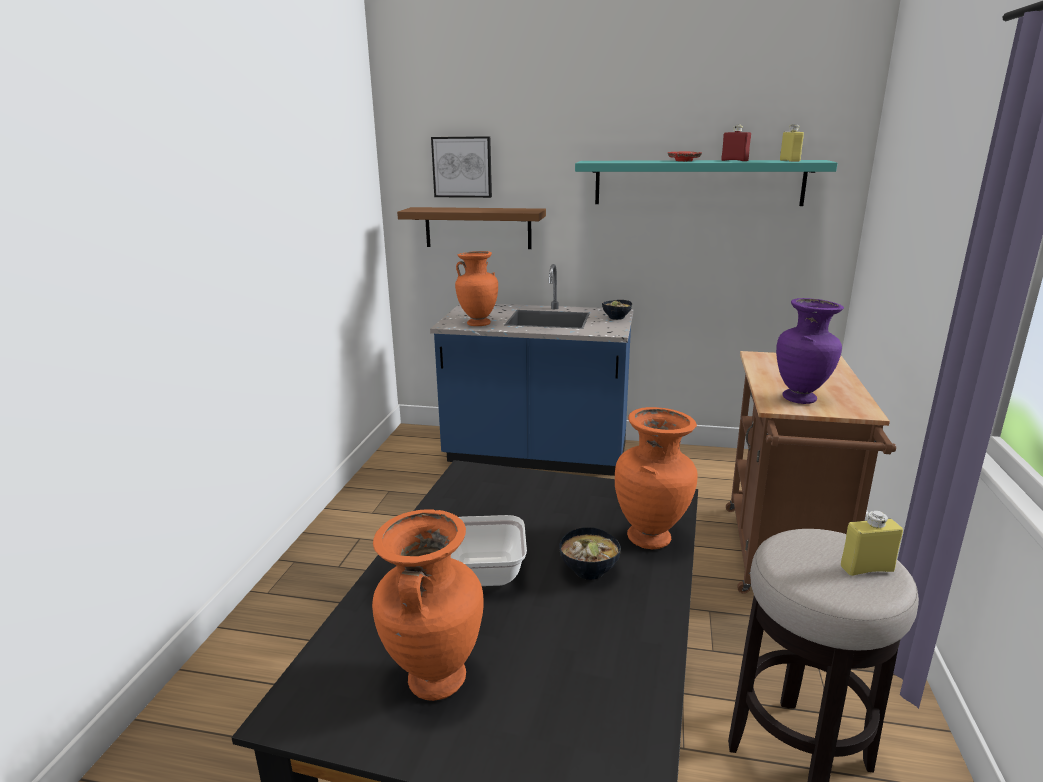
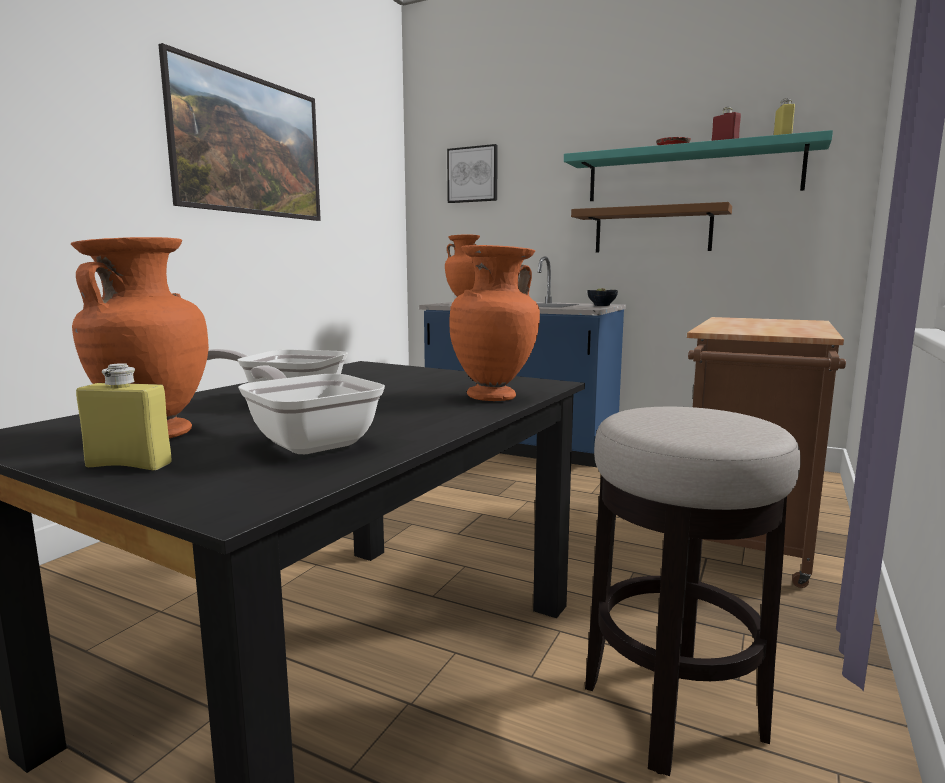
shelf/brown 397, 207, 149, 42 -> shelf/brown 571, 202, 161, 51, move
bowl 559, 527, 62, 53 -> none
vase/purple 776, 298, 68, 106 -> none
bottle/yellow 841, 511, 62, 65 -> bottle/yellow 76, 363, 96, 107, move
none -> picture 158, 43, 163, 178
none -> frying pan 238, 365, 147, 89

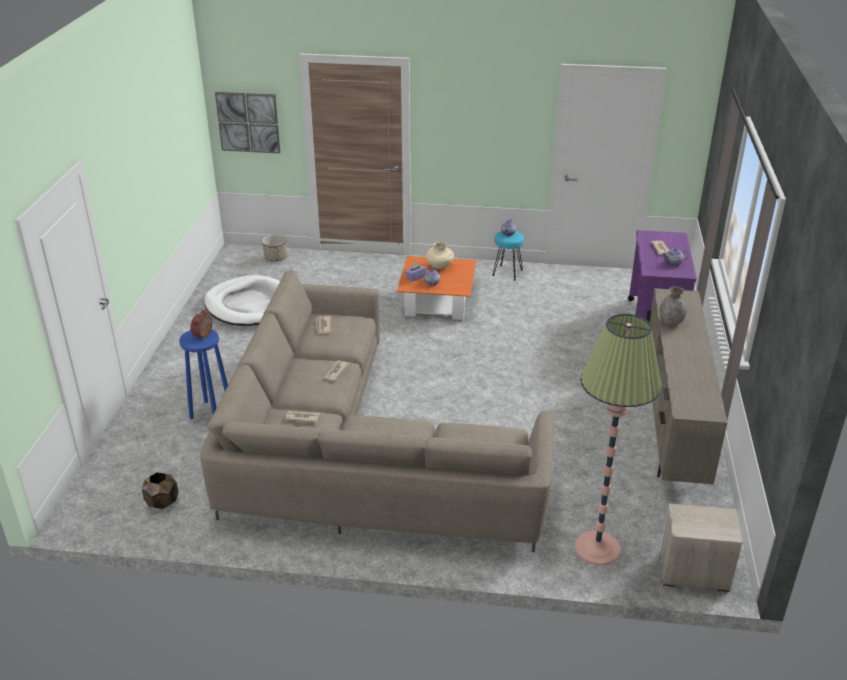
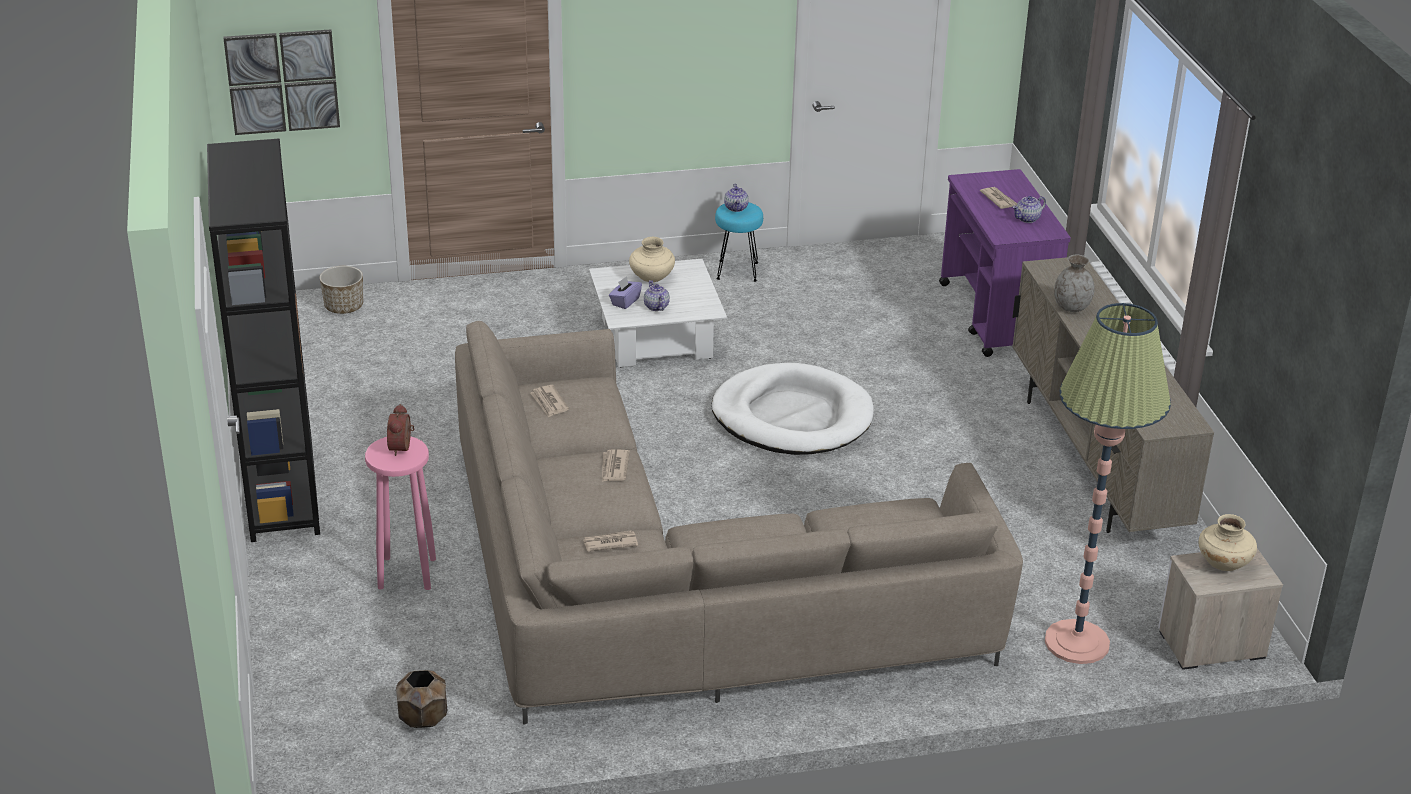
stool/blue 179, 329, 49, 90 -> stool/pink 365, 436, 71, 154
dog bed/white 204, 275, 76, 51 -> dog bed/white 711, 363, 163, 92, move
coffee table/orange 397, 256, 79, 64 -> coffee table/white 589, 259, 138, 109
none -> bookcase/black 207, 138, 113, 404
none -> vase/beige 1198, 514, 59, 57

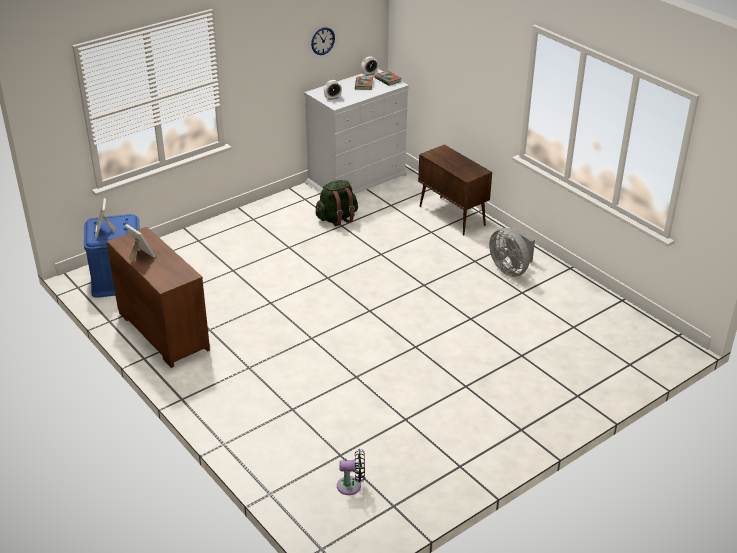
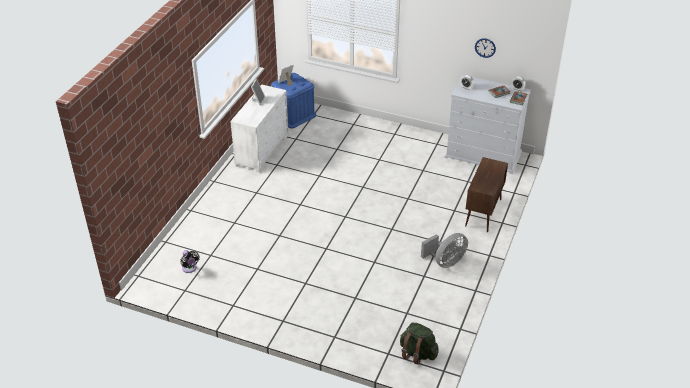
dresser/brown 107, 227, 103, 141 -> dresser/white 230, 85, 58, 88
backpack/green 315, 180, 43, 46 -> backpack/green 400, 322, 39, 43, move
fan/grey 489, 228, 46, 49 -> fan/grey 421, 233, 47, 35, 150 degrees counterclockwise

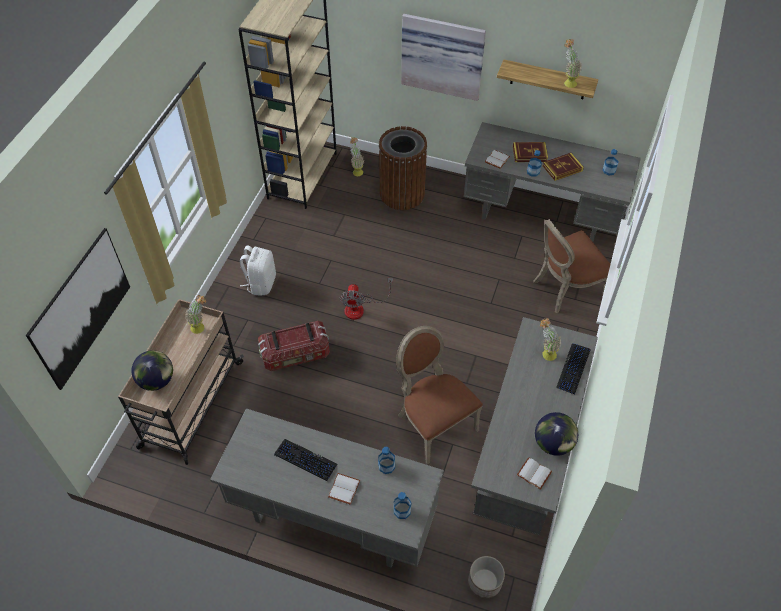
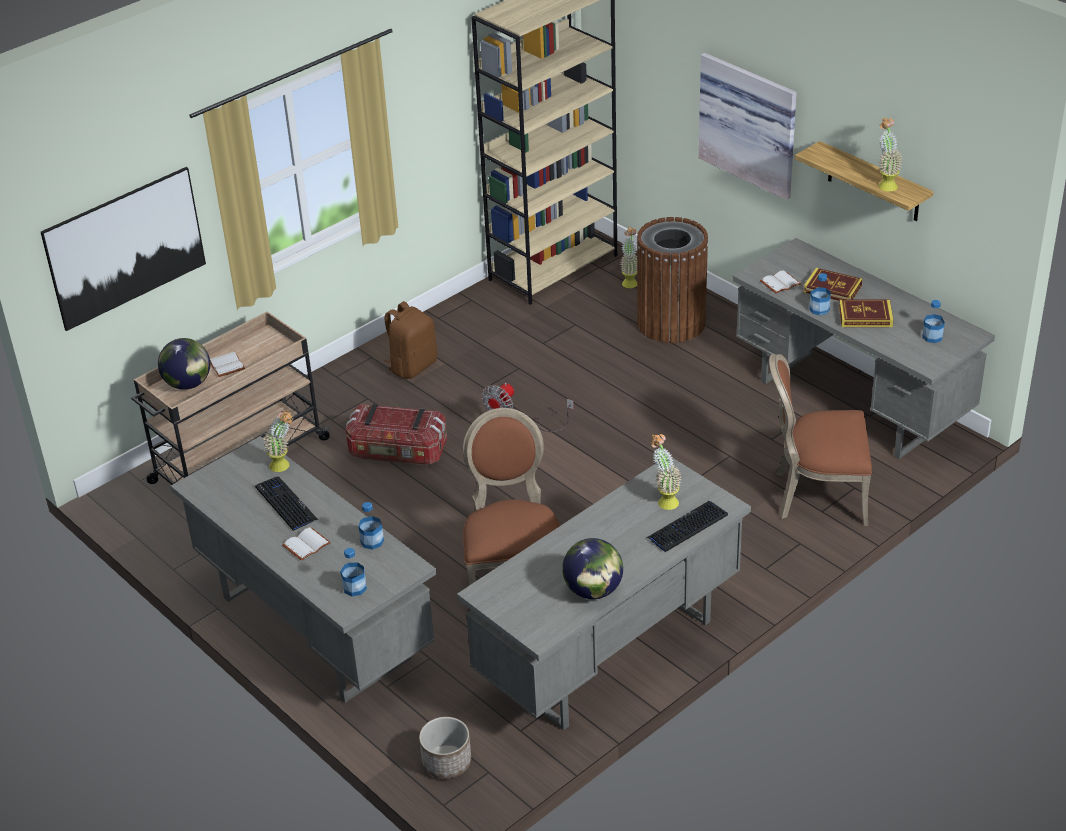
potted plant 185, 295, 21, 39 -> potted plant 263, 410, 30, 62, move
backpack/white 240, 245, 36, 51 -> backpack/brown 384, 301, 53, 78
book/white 517, 457, 35, 33 -> book/white 210, 352, 35, 25, move

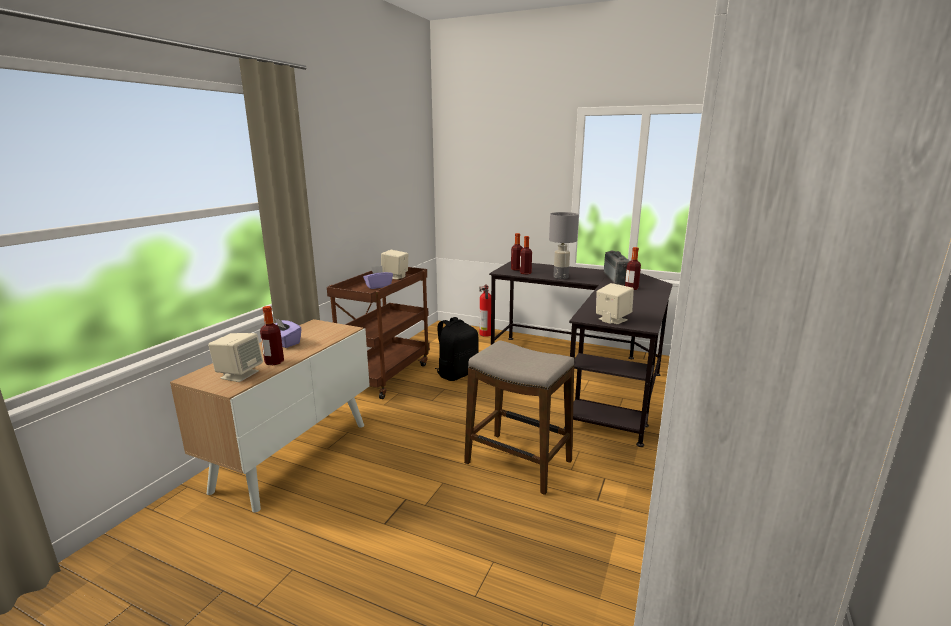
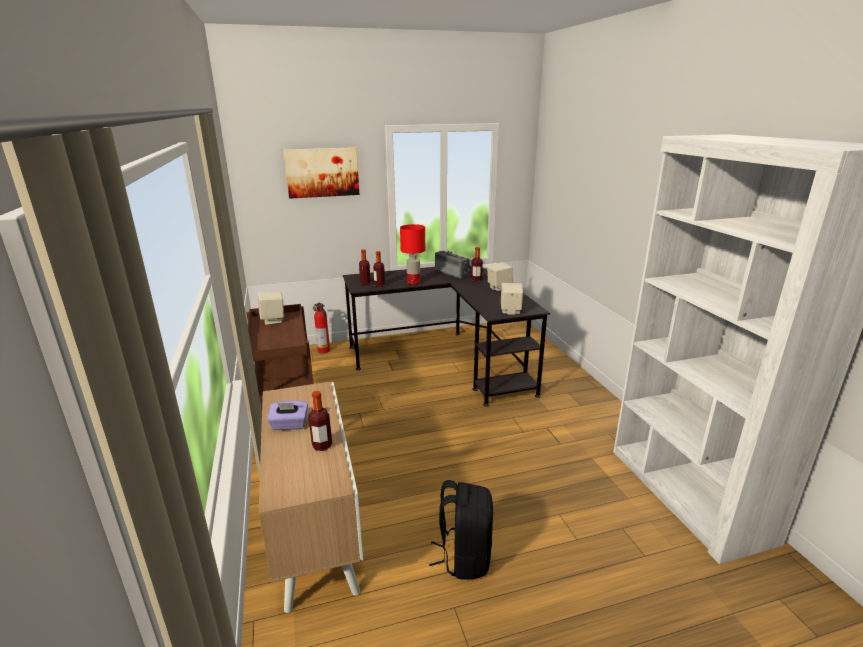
speaker/beige 208, 333, 55, 49 -> speaker/beige 487, 262, 26, 29, move
tissue box/purple 363, 266, 30, 23 -> none
backpack/black 435, 317, 44, 64 -> backpack/black 429, 480, 64, 100, move
stool 464, 340, 110, 155 -> none
table lamp/grey 549, 212, 30, 67 -> table lamp/red 400, 224, 25, 61
none -> picture 283, 147, 76, 52

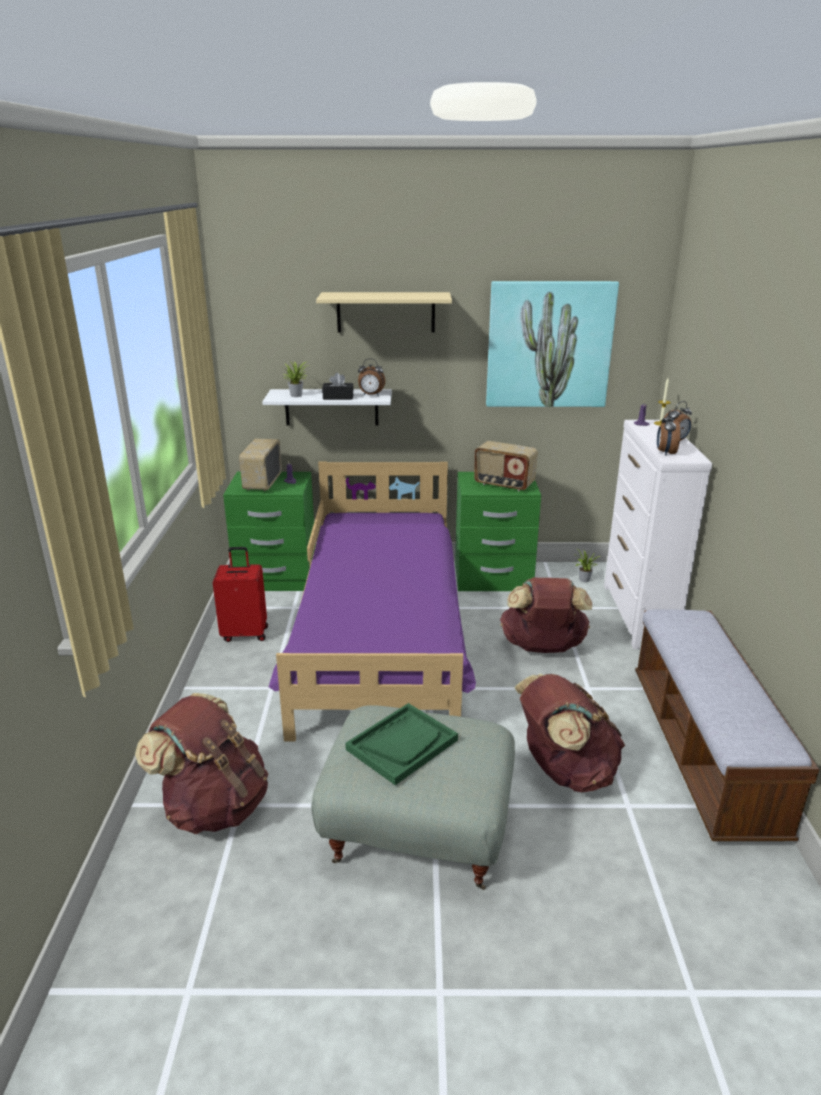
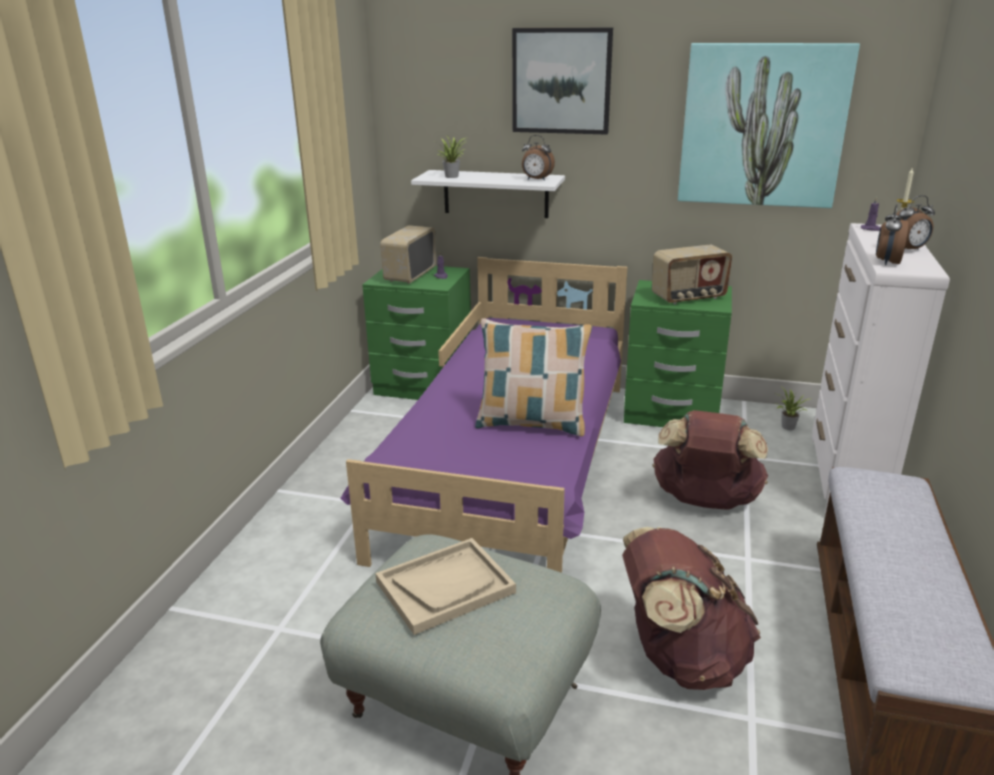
backpack/brown 135, 693, 133, 141 -> none
suitcase/red 213, 547, 55, 95 -> none
shelf/beige 316, 292, 136, 40 -> picture 512, 28, 101, 107
tissue box/black 322, 373, 32, 27 -> none
tray/green 345, 703, 113, 82 -> tray/beige 375, 538, 141, 97
radio 474, 441, 64, 50 -> radio 652, 245, 80, 60, 60 degrees counterclockwise
none -> pillow 475, 318, 117, 118

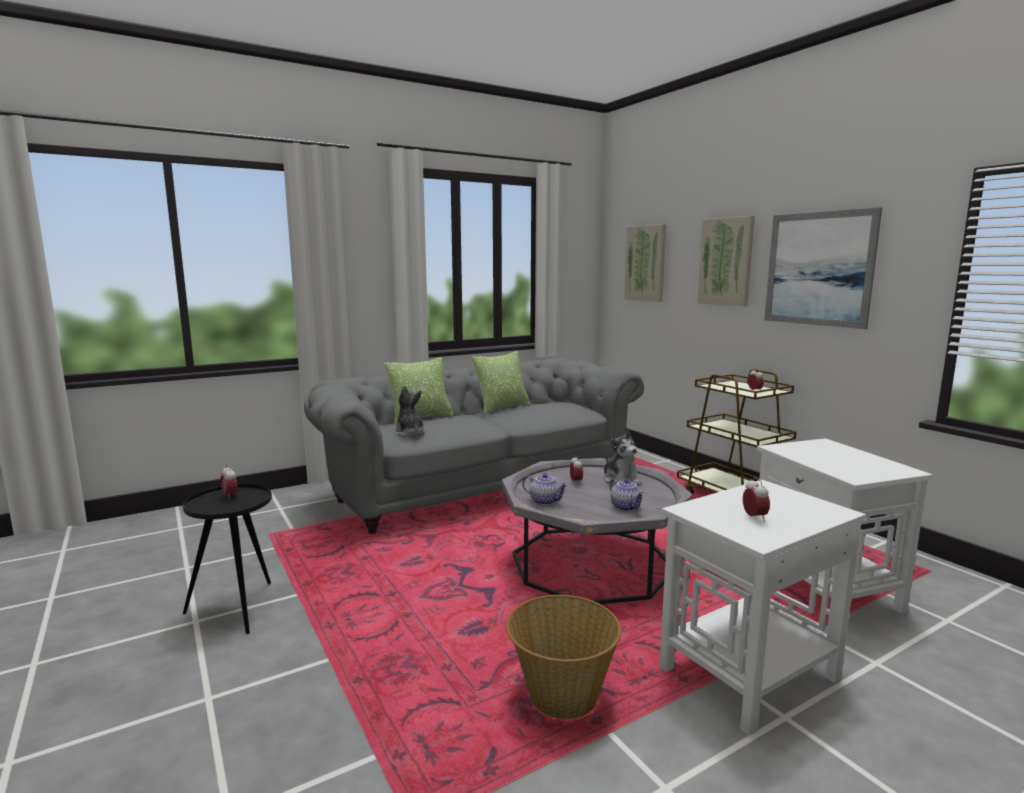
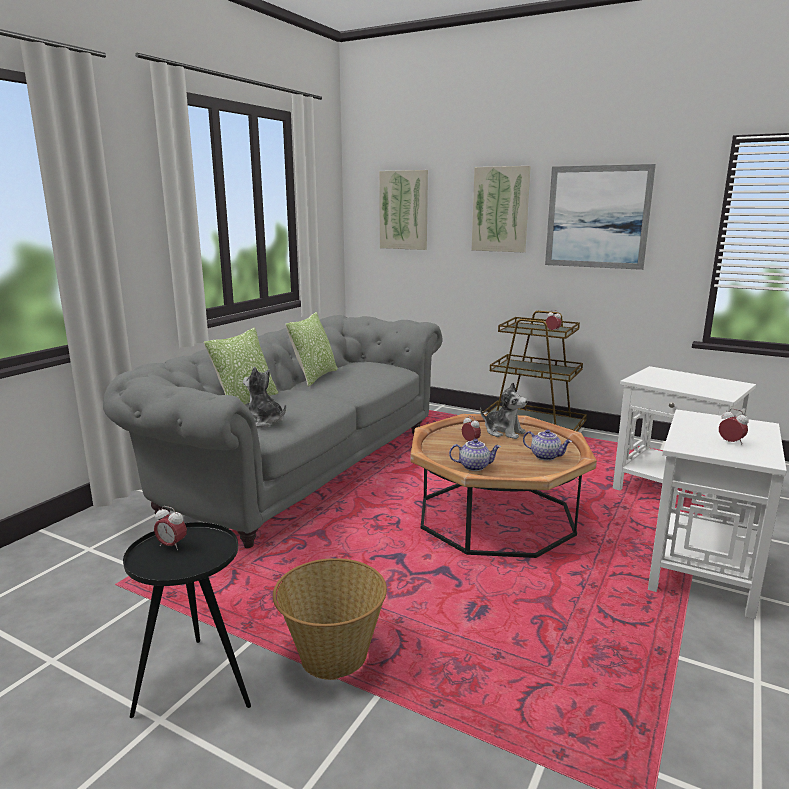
coffee table/grey 502, 458, 191, 146 -> coffee table/brown 410, 414, 187, 144
basket 506, 595, 115, 124 -> basket 273, 558, 114, 122, move

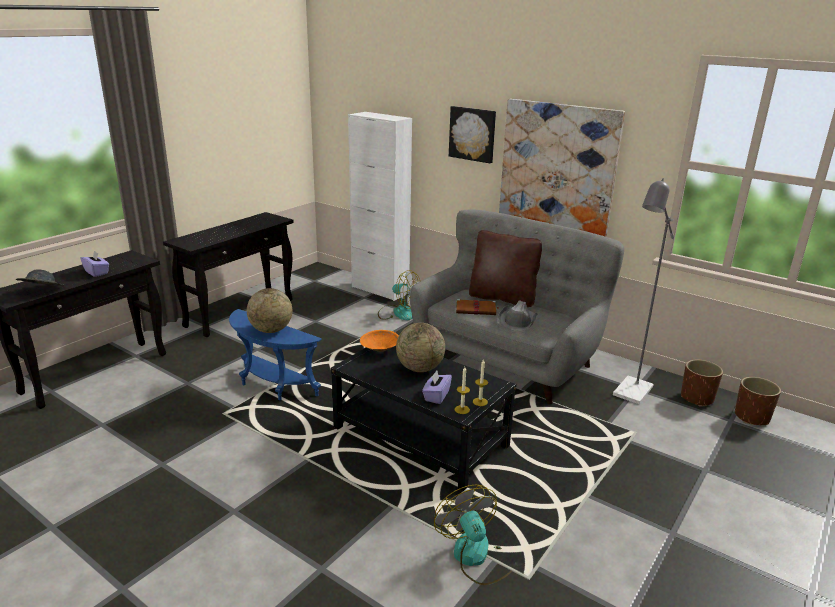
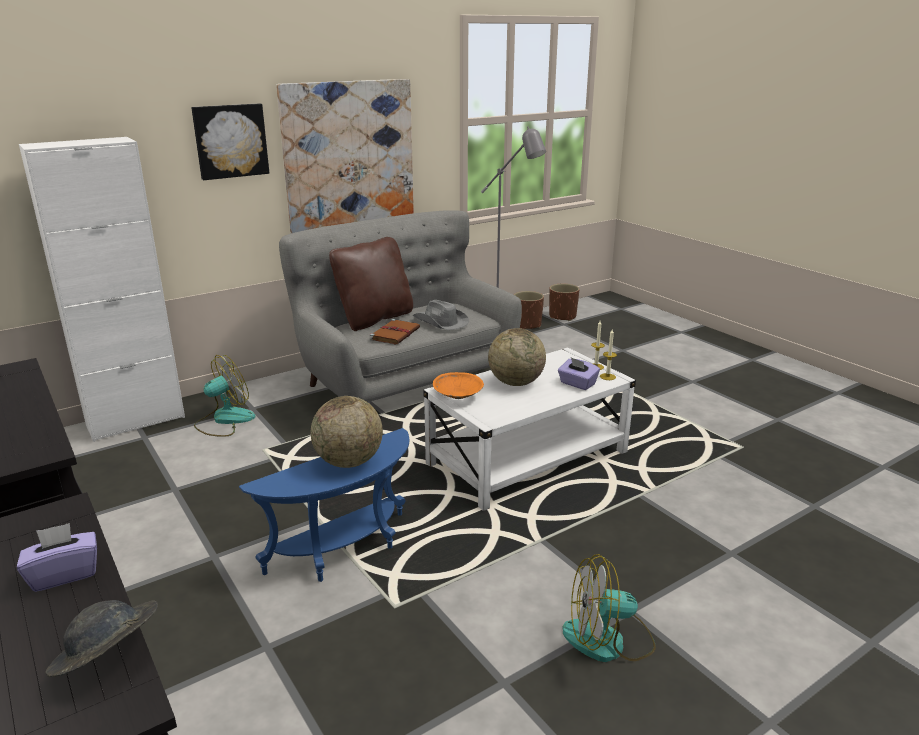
coffee table/black 331, 346, 185, 145 -> coffee table/white 423, 347, 213, 164
fan 434, 485, 78, 100 -> fan 562, 554, 94, 108, move

